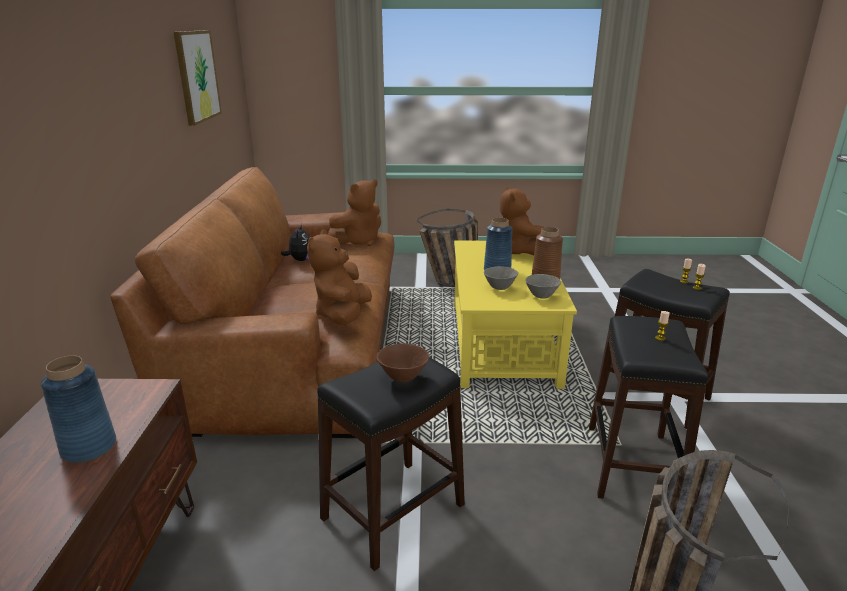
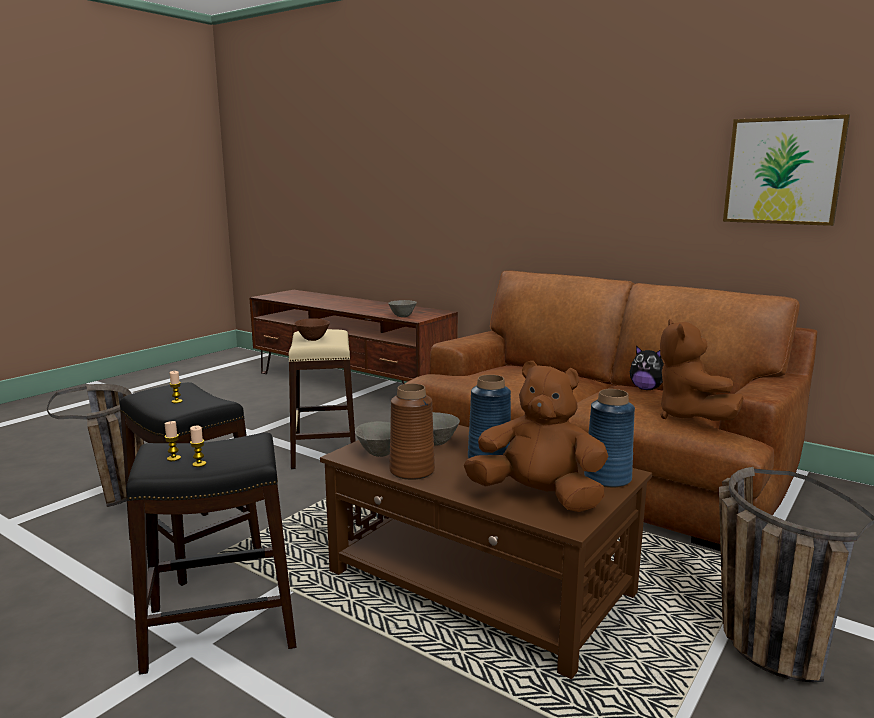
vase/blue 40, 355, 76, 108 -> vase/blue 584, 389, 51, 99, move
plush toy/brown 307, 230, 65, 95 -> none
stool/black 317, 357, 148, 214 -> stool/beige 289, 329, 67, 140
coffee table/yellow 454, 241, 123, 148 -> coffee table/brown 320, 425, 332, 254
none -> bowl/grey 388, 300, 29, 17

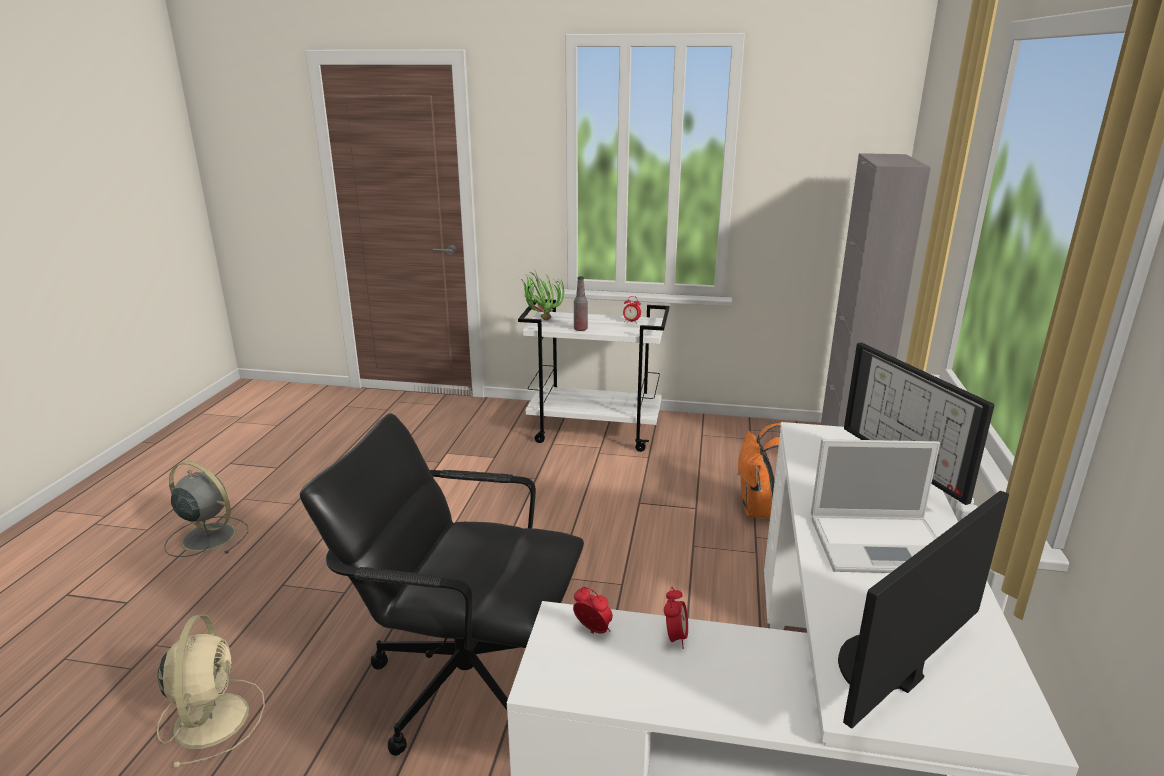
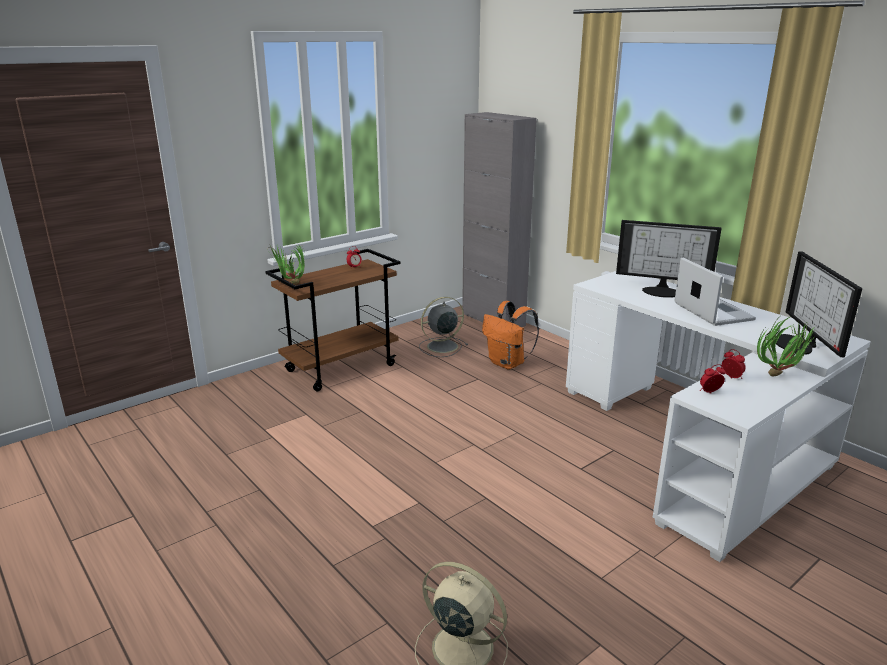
fan/grey 164, 461, 85, 96 -> fan/grey 419, 297, 49, 60, move
office chair/black 300, 413, 284, 343 -> none
cart/white 518, 299, 152, 153 -> cart/brown 265, 249, 136, 143
bottle 574, 276, 14, 55 -> none
laptop 811, 439, 129, 134 -> laptop 674, 258, 82, 68, 60 degrees counterclockwise
none -> potted plant 757, 314, 61, 63

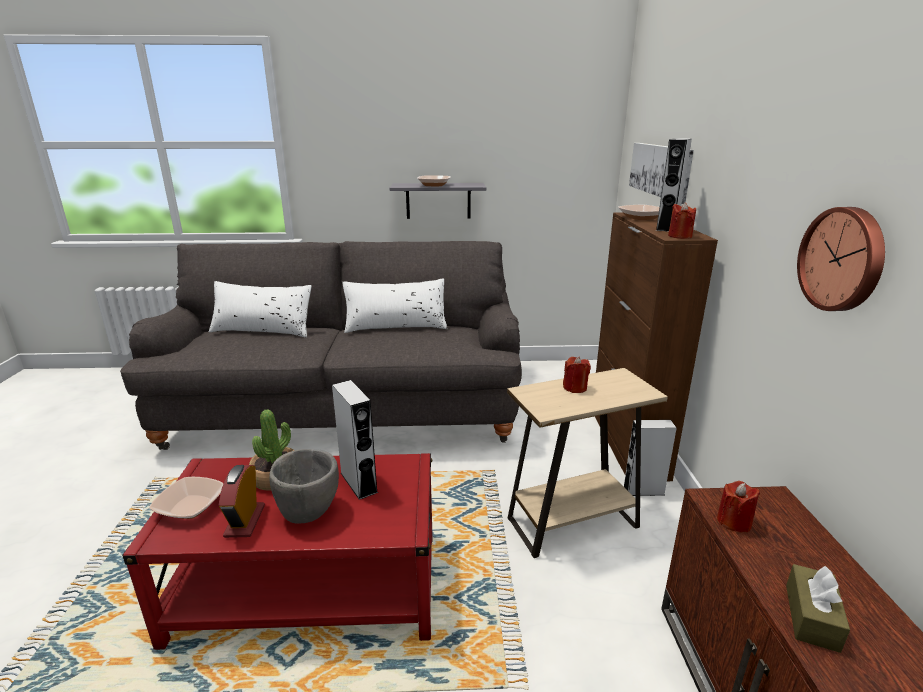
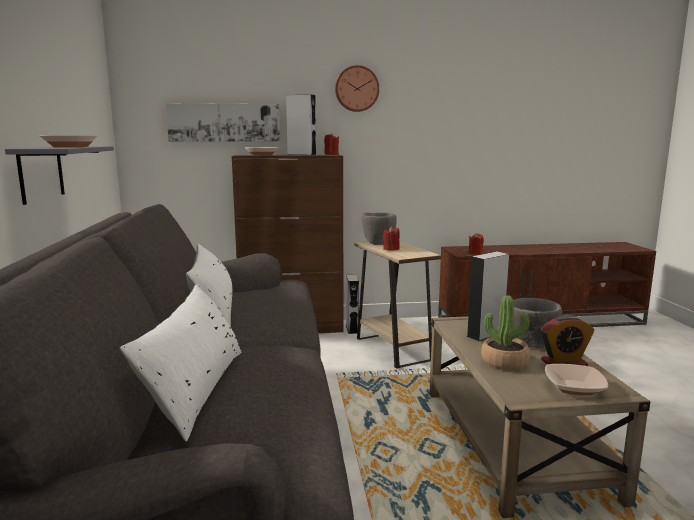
coffee table/red 122, 453, 310, 197 -> coffee table/beige 430, 316, 220, 202
tissue box/brown 786, 564, 64, 89 -> none
wall clock 797, 207, 88, 104 -> wall clock 335, 65, 44, 47, move
none -> bowl/grey 361, 213, 36, 32

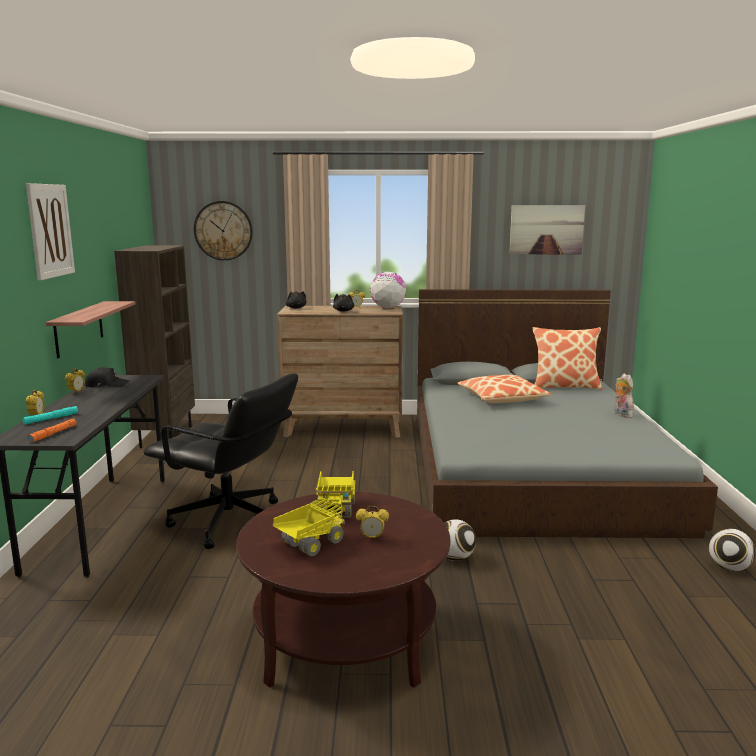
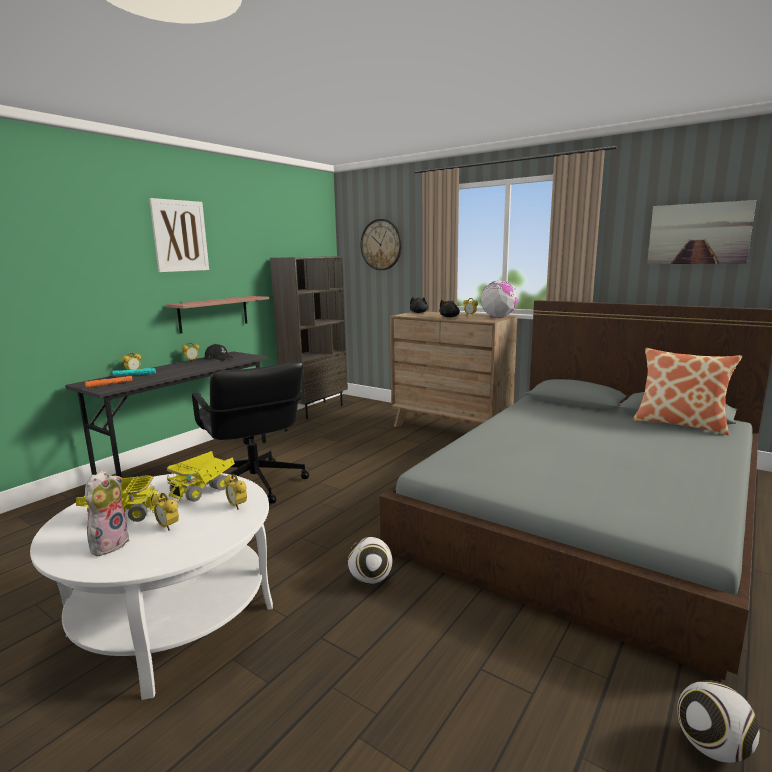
coffee table/brown 236, 492, 215, 196 -> coffee table/white 30, 473, 243, 227
pillow 457, 375, 94, 28 -> none
plush toy 615, 373, 19, 45 -> plush toy 85, 470, 45, 86, move
none -> alarm clock 224, 474, 23, 35

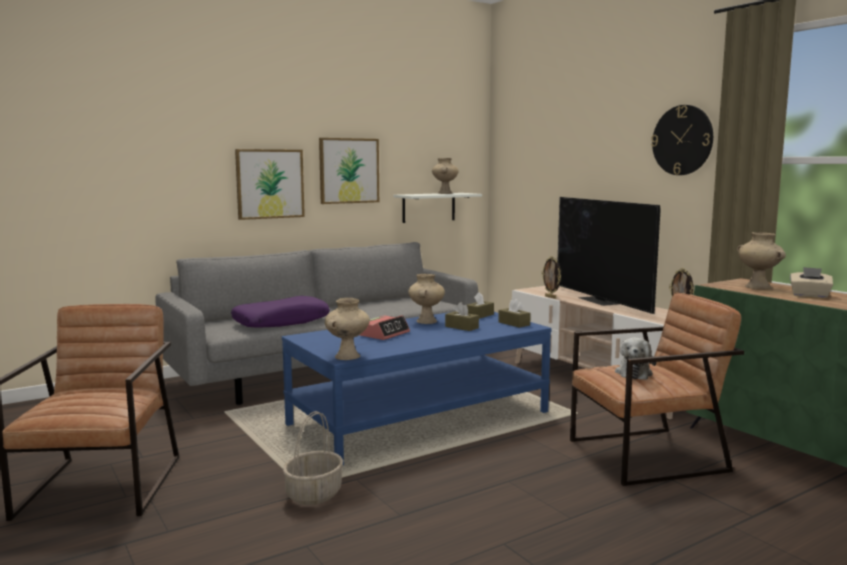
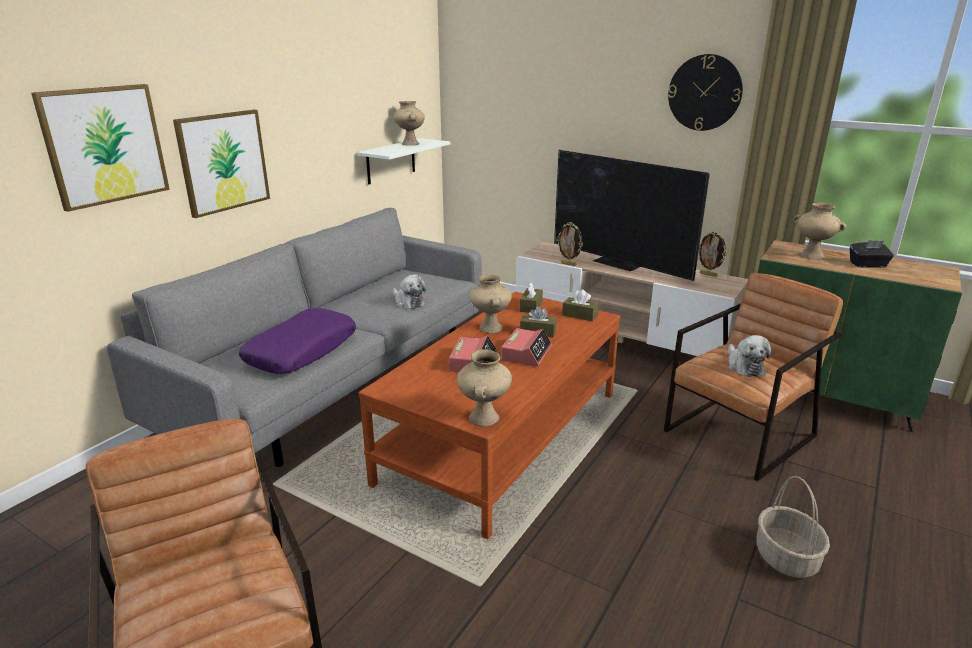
coffee table/blue 282, 311, 270, 154 -> coffee table/brown 358, 292, 262, 248
basket 283, 411, 60, 94 -> basket 756, 476, 74, 102, move
picture 319, 138, 60, 66 -> picture 31, 84, 139, 128, move
tissue box/beige 790, 267, 43, 31 -> tissue box/black 850, 240, 44, 28
none -> plush toy 393, 274, 33, 35
none -> alarm clock 501, 328, 51, 39

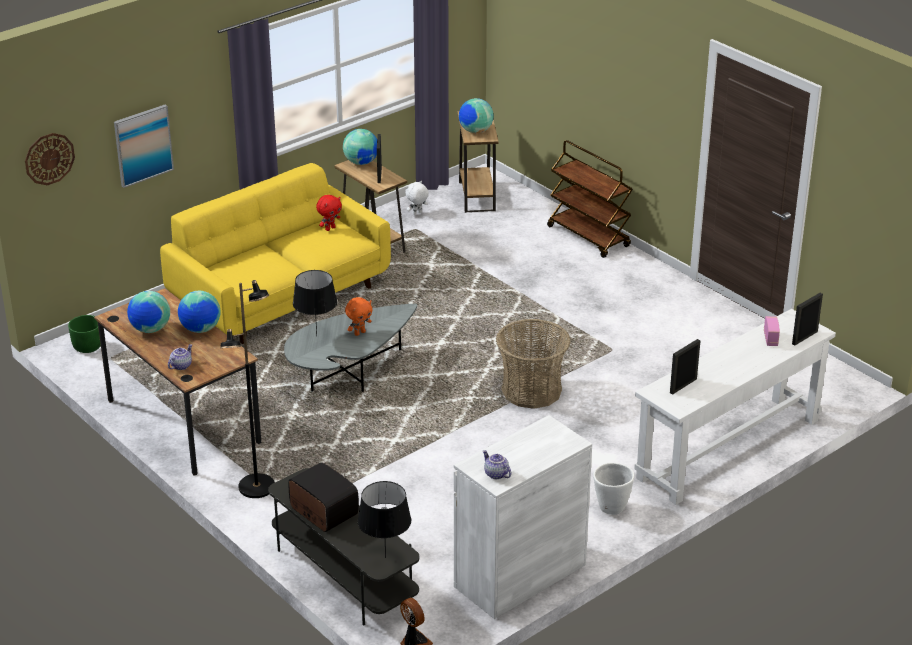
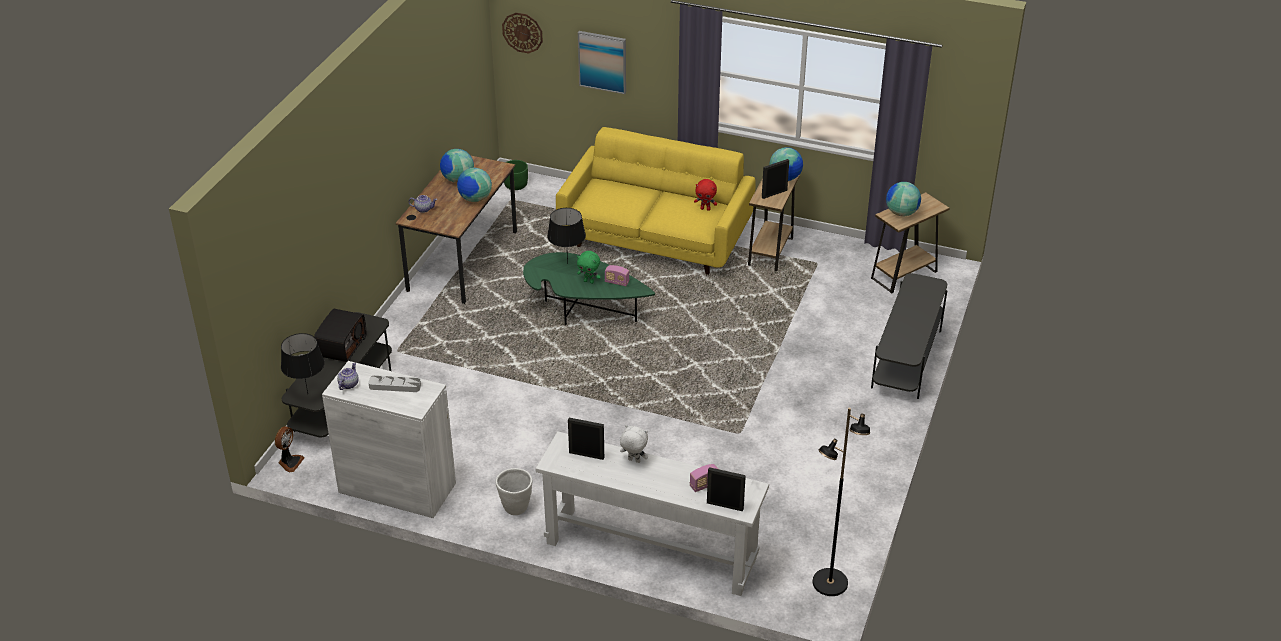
floor lamp/black 220, 280, 55, 218 -> floor lamp/black 813, 408, 57, 188, move
coffee table/grey 284, 304, 133, 88 -> coffee table/green 523, 252, 132, 73
plush toy/orange 345, 297, 28, 39 -> plush toy/green 577, 251, 24, 33
plush toy/white 405, 181, 24, 34 -> plush toy/white 620, 425, 28, 38, move
basket 496, 319, 75, 90 -> none
cart/brown 547, 140, 86, 118 -> tv stand/grey 871, 273, 76, 126
none -> tray/grey 368, 375, 53, 17
none -> radio 605, 265, 24, 21

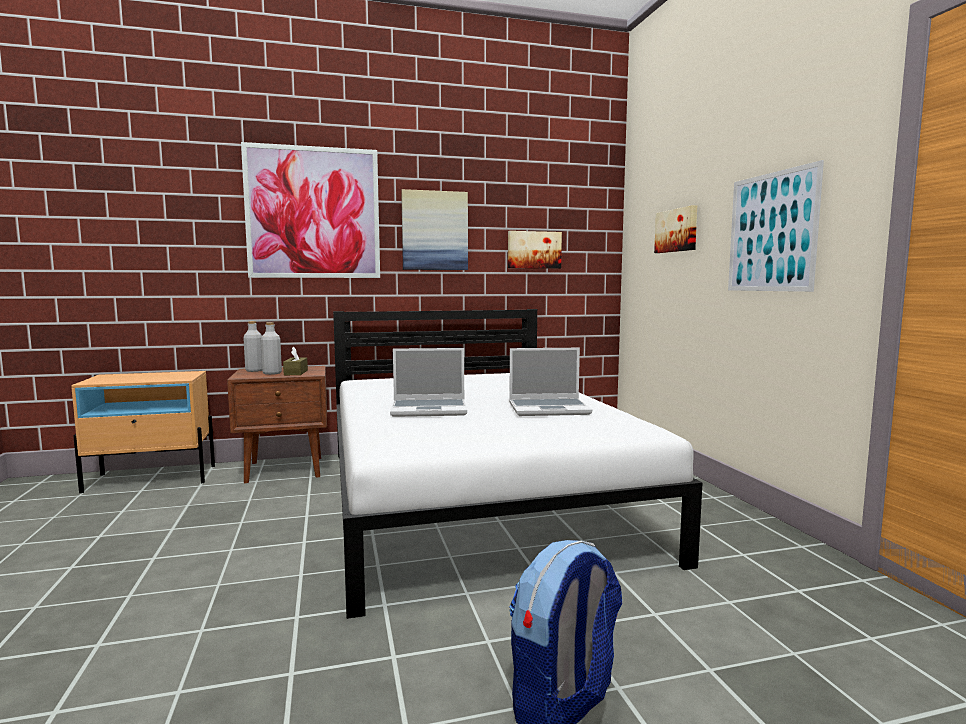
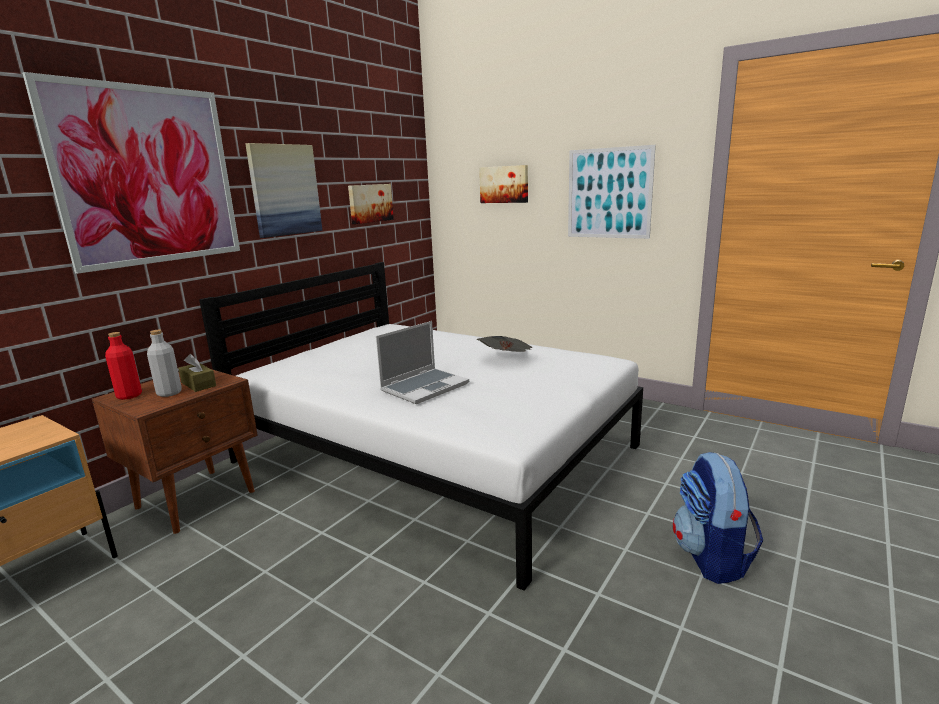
bottle/grey 243, 321, 19, 51 -> bottle/red 105, 332, 37, 68
laptop 509, 348, 83, 68 -> newspaper 477, 336, 55, 16

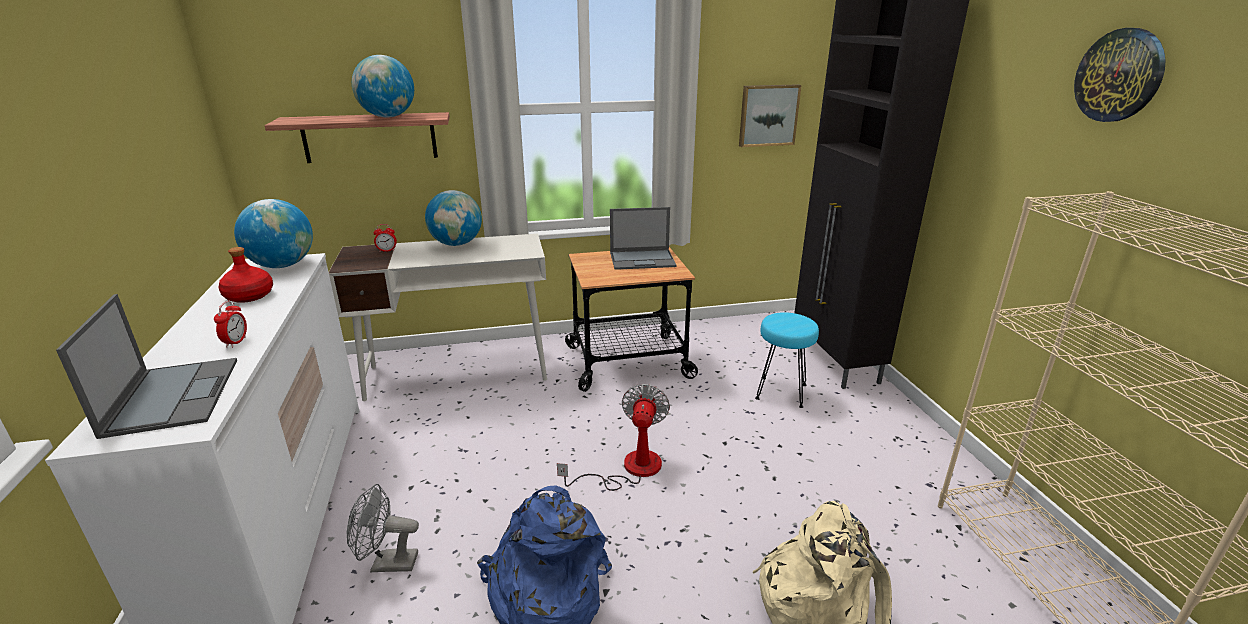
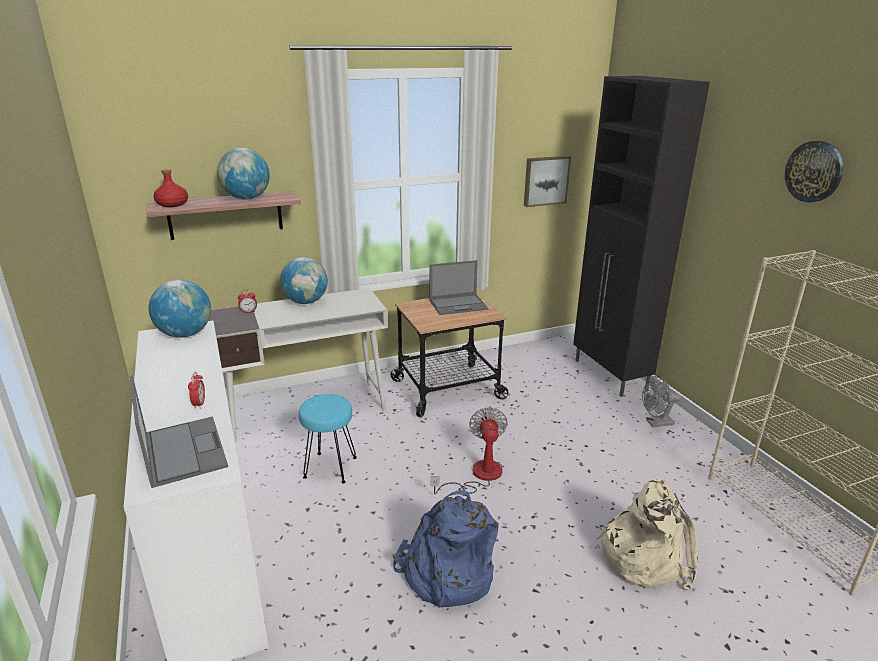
bottle/red 218, 247, 55, 56 -> bottle/red 153, 169, 35, 38, move
fan/grey 347, 484, 72, 88 -> fan/grey 642, 376, 39, 51, move
stool/turquoise 755, 312, 64, 96 -> stool/turquoise 299, 394, 58, 89, move

